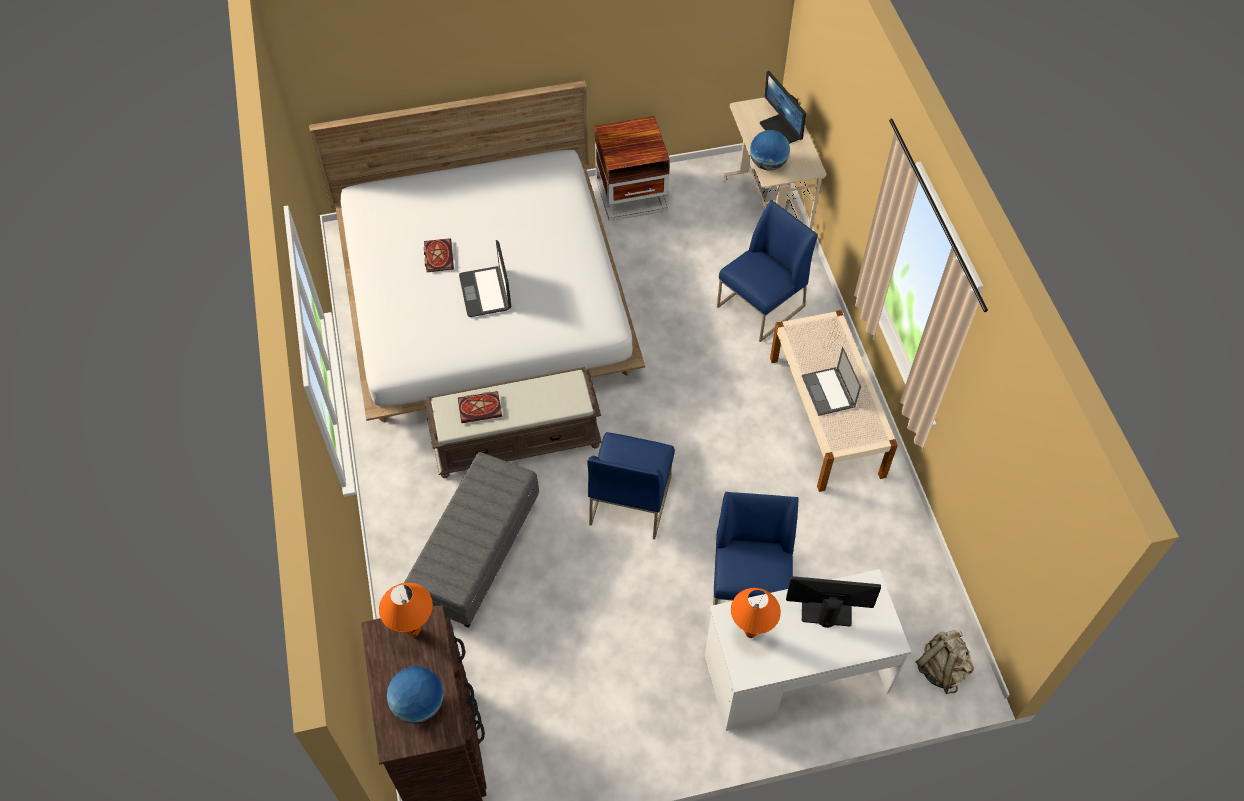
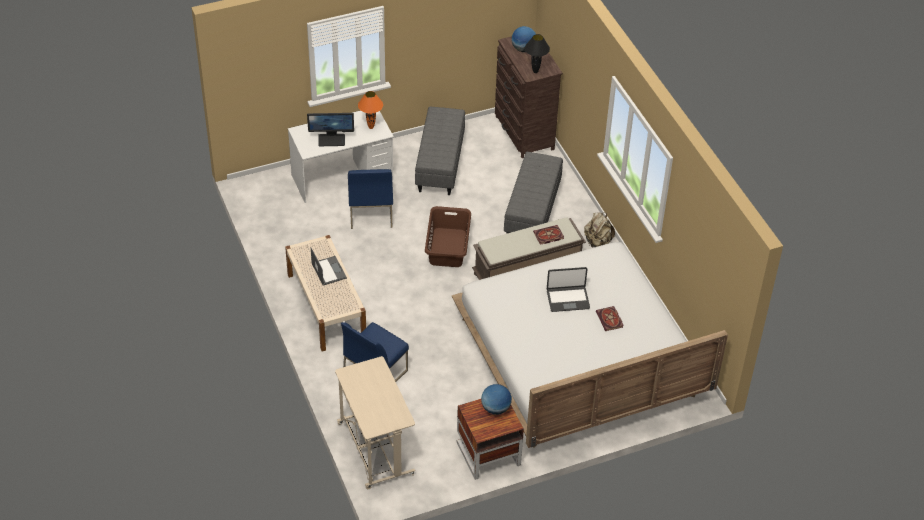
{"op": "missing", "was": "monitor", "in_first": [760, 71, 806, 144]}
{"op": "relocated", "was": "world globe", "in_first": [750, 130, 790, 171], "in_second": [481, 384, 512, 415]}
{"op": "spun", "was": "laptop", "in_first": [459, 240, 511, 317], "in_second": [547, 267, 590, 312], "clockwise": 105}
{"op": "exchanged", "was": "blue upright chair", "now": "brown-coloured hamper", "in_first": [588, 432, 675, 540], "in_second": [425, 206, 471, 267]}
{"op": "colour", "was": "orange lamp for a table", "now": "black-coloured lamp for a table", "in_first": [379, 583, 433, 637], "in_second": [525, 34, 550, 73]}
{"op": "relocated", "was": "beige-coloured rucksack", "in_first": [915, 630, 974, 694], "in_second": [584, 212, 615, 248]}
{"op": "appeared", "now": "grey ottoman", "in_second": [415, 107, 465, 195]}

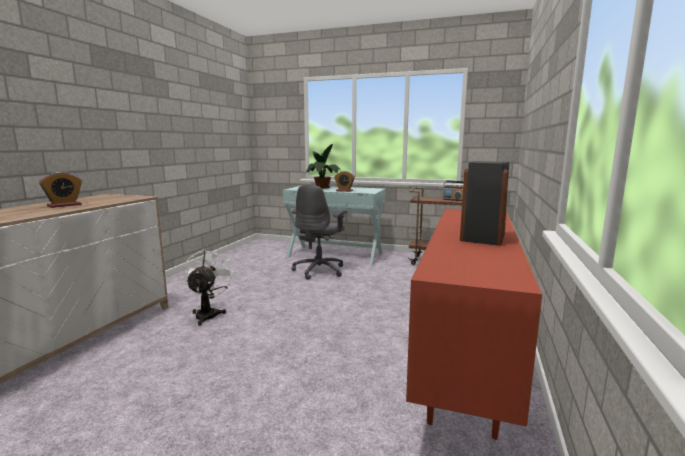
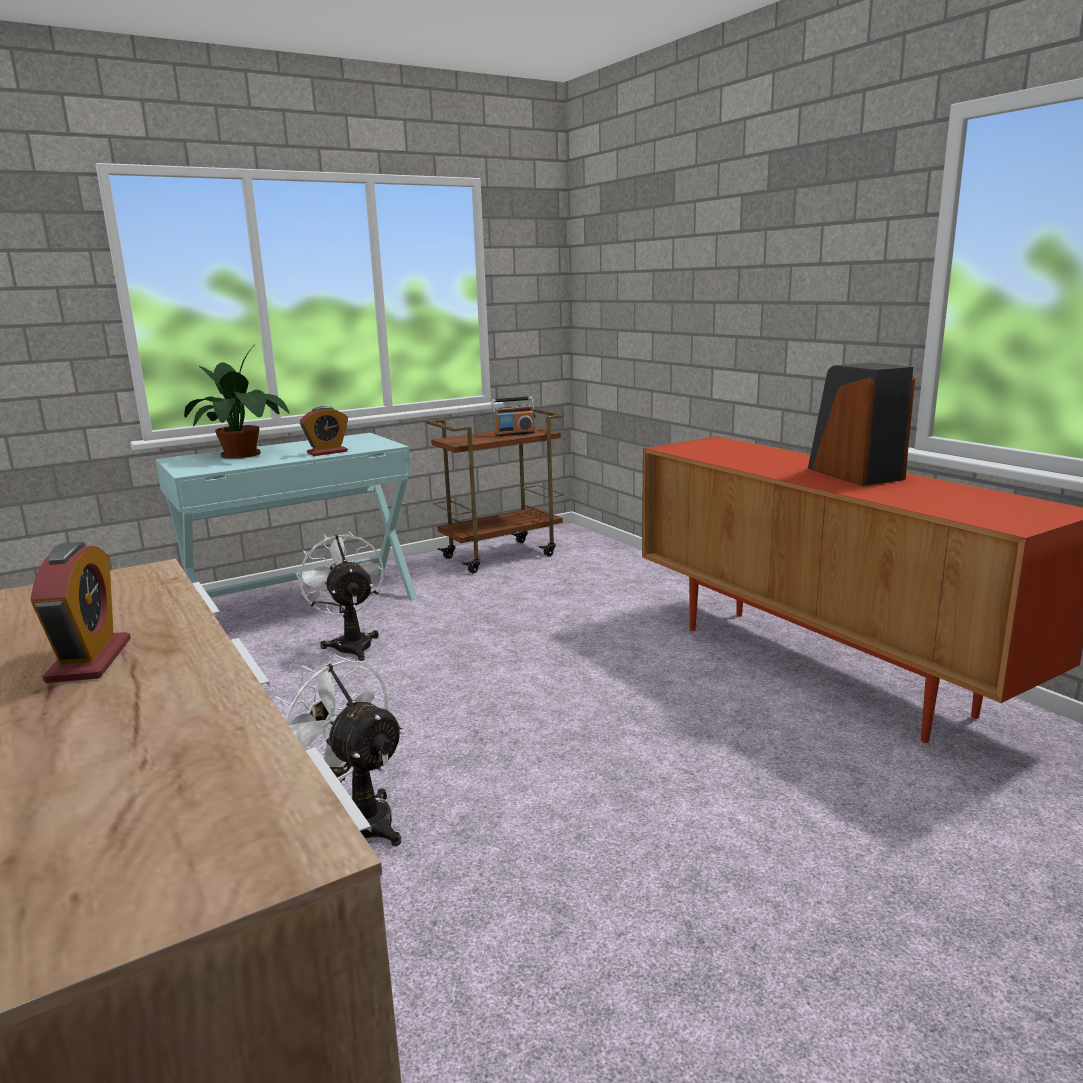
{"op": "exchanged", "was": "grey computer chair", "now": "white-coloured cooling fan", "in_first": [292, 185, 347, 280], "in_second": [297, 532, 384, 661]}

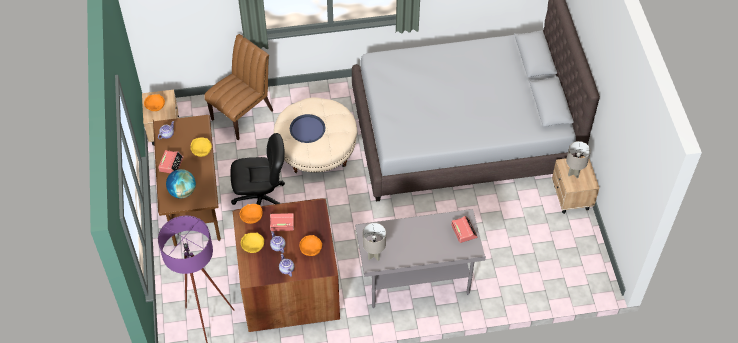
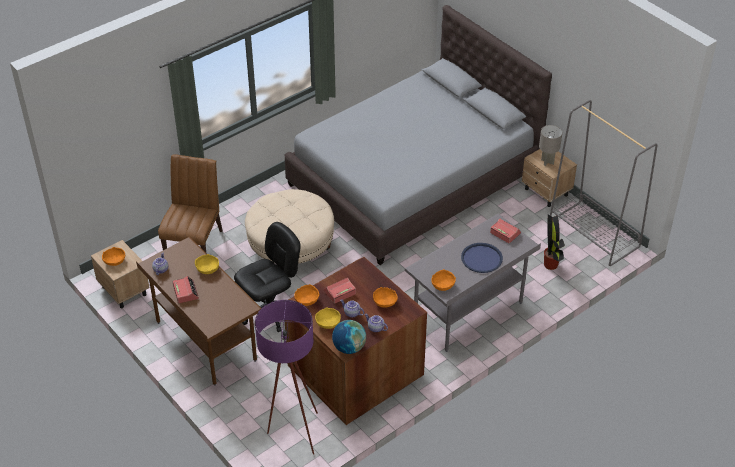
{"op": "relocated", "was": "blue serving tray", "in_first": [290, 114, 325, 143], "in_second": [461, 243, 503, 273]}
{"op": "relocated", "was": "world globe", "in_first": [166, 169, 196, 199], "in_second": [332, 320, 366, 354]}
{"op": "exchanged", "was": "grey lamp for a table", "now": "orange bowl", "in_first": [363, 223, 386, 261], "in_second": [431, 269, 456, 291]}
{"op": "appeared", "now": "grey clothes rack", "in_second": [550, 100, 658, 266]}
{"op": "appeared", "now": "plant in a pot", "in_second": [544, 215, 565, 270]}

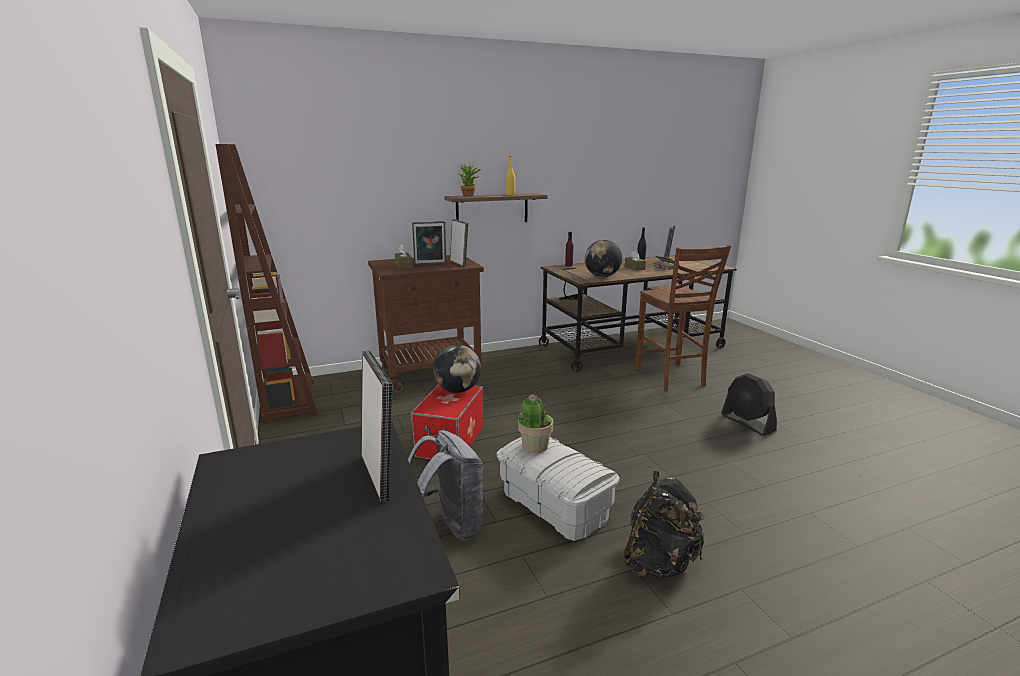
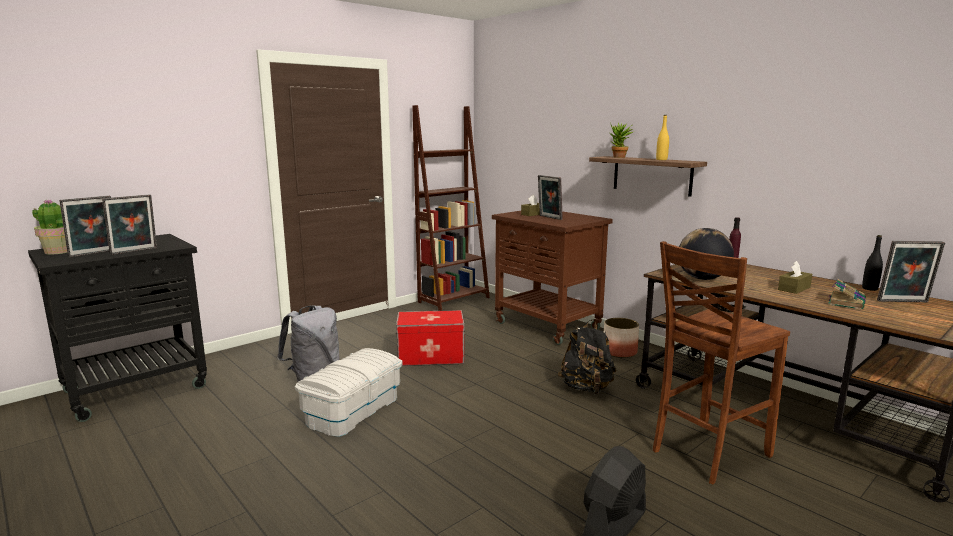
{"op": "relocated", "was": "picture frame", "in_first": [450, 219, 468, 267], "in_second": [59, 196, 111, 258]}
{"op": "missing", "was": "world globe", "in_first": [433, 345, 481, 393]}
{"op": "relocated", "was": "plant in a pot", "in_first": [518, 394, 554, 453], "in_second": [32, 199, 67, 255]}
{"op": "relocated", "was": "black-coloured rucksack", "in_first": [623, 471, 705, 578], "in_second": [558, 319, 616, 394]}
{"op": "appeared", "now": "planter", "in_second": [604, 318, 639, 358]}

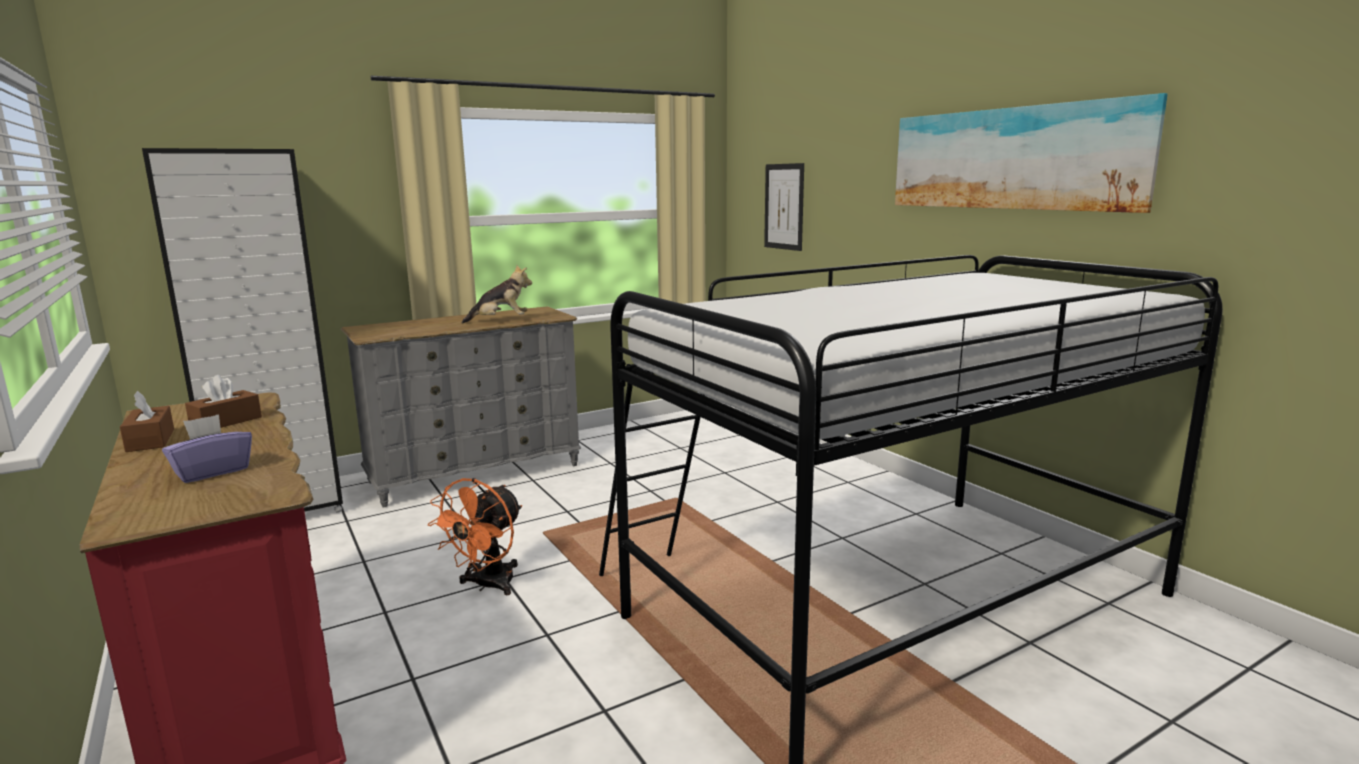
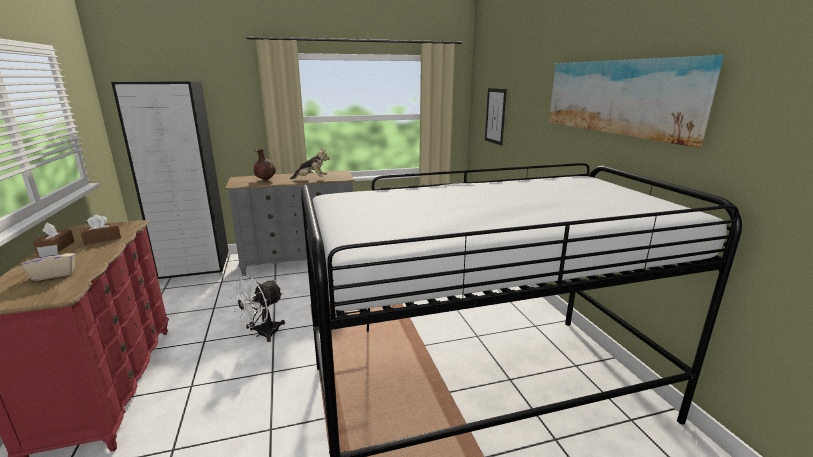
{"op": "colour", "was": "purple-coloured box of tissues", "now": "beige-coloured box of tissues", "in_first": [162, 414, 252, 483], "in_second": [21, 245, 76, 281]}
{"op": "colour", "was": "orange cooling fan", "now": "white-coloured cooling fan", "in_first": [428, 478, 522, 596], "in_second": [229, 276, 285, 342]}
{"op": "appeared", "now": "brown-coloured decorative vase", "in_second": [254, 149, 276, 180]}

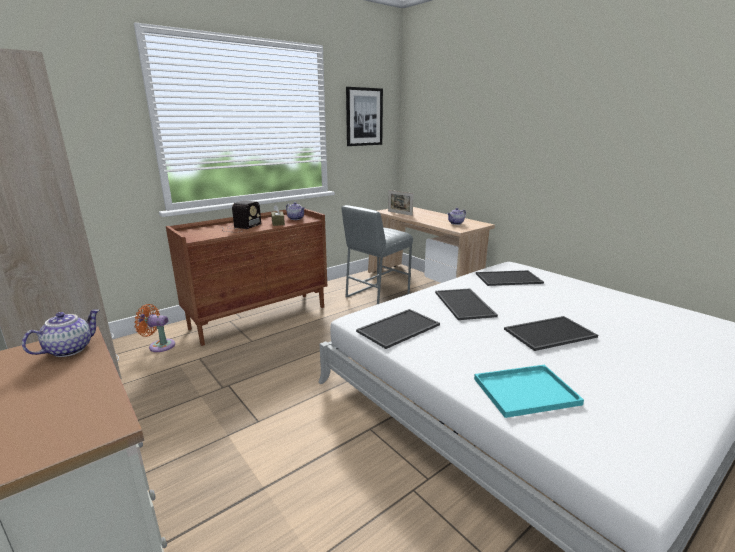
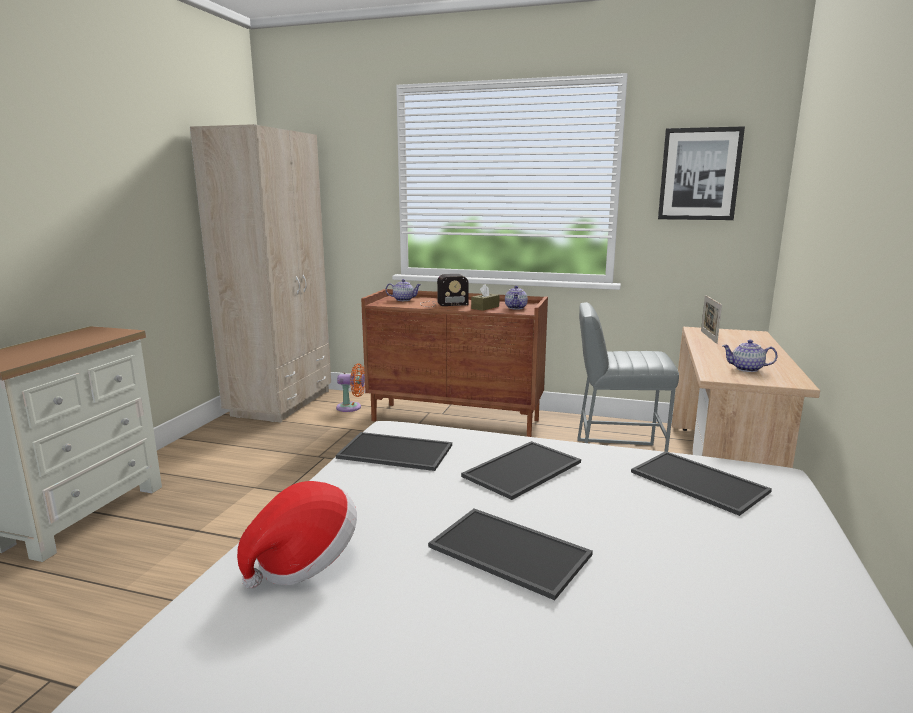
{"op": "spun", "was": "orange cooling fan", "in_first": [134, 304, 175, 352], "in_second": [336, 363, 365, 412], "clockwise": 120}
{"op": "relocated", "was": "teapot", "in_first": [22, 309, 99, 357], "in_second": [386, 279, 421, 301]}
{"op": "exchanged", "was": "blue-green serving tray", "now": "hat", "in_first": [474, 365, 584, 418], "in_second": [237, 481, 357, 589]}

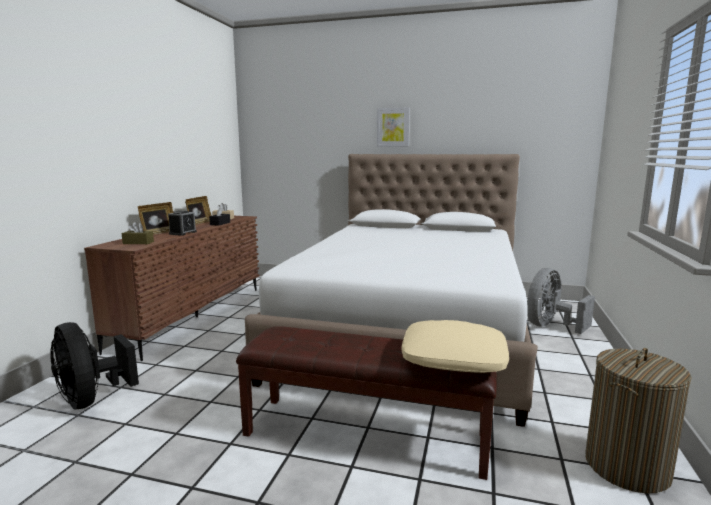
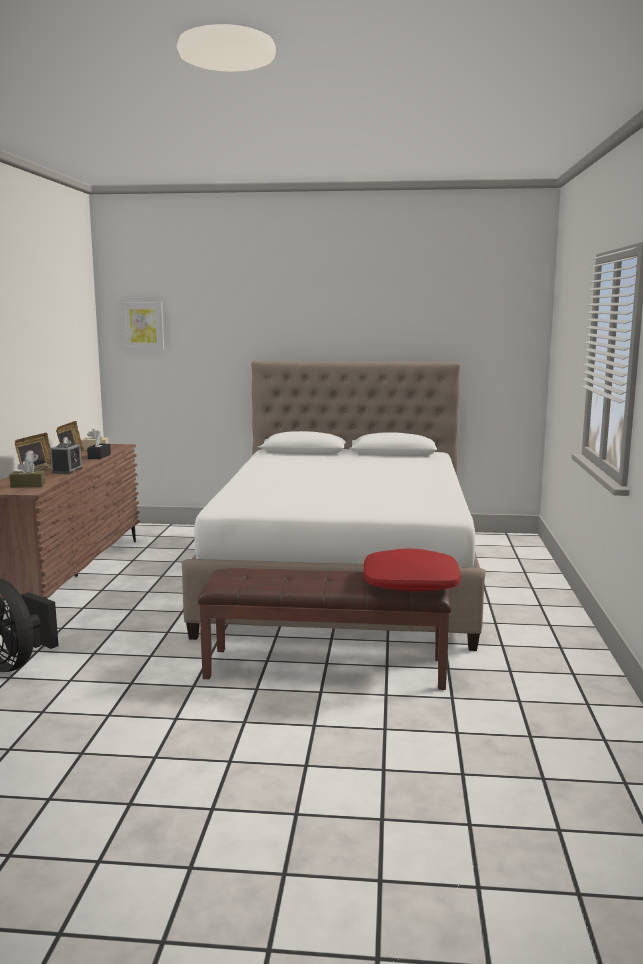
{"op": "relocated", "was": "wall art", "in_first": [377, 108, 410, 147], "in_second": [122, 302, 164, 349]}
{"op": "missing", "was": "grey cooling fan", "in_first": [527, 268, 595, 334]}
{"op": "colour", "was": "beige-coloured cushion", "now": "reddish cushion", "in_first": [401, 320, 509, 373], "in_second": [364, 548, 461, 592]}
{"op": "missing", "was": "hamper", "in_first": [585, 348, 692, 493]}

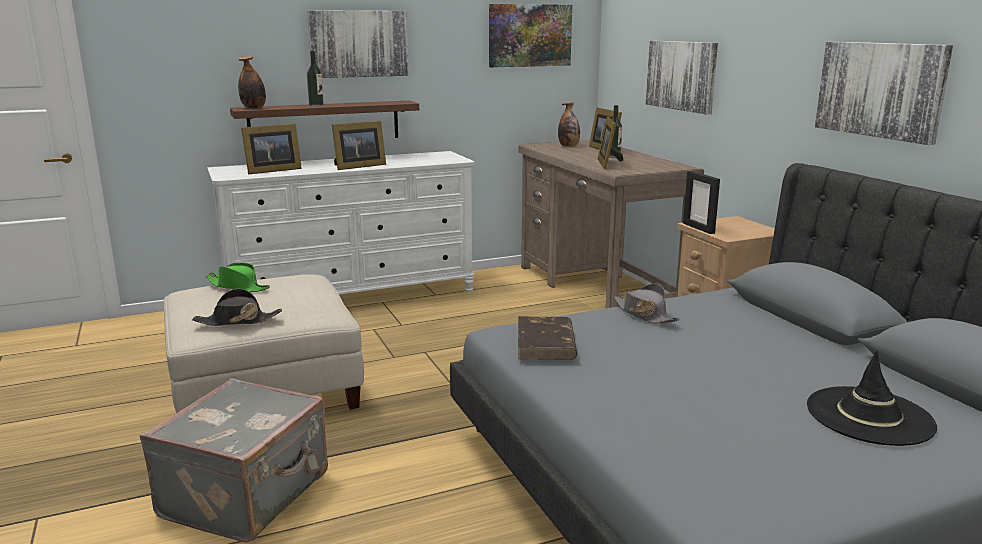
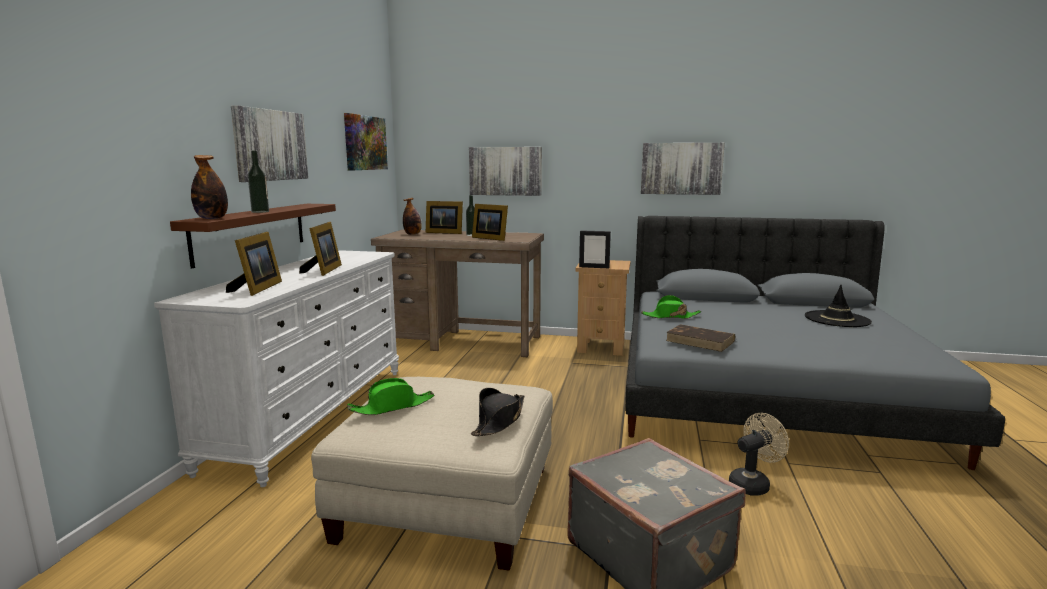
{"op": "colour", "was": "grey hat", "now": "green hat", "in_first": [614, 283, 680, 324], "in_second": [641, 295, 701, 319]}
{"op": "appeared", "now": "beige-coloured cooling fan", "in_second": [729, 413, 789, 496]}

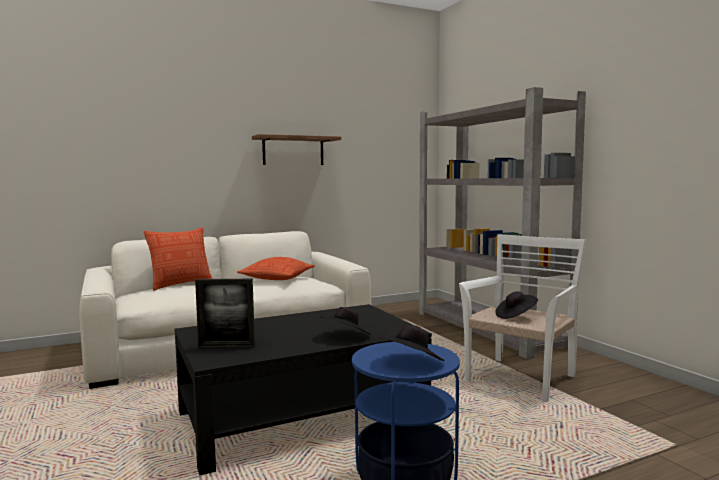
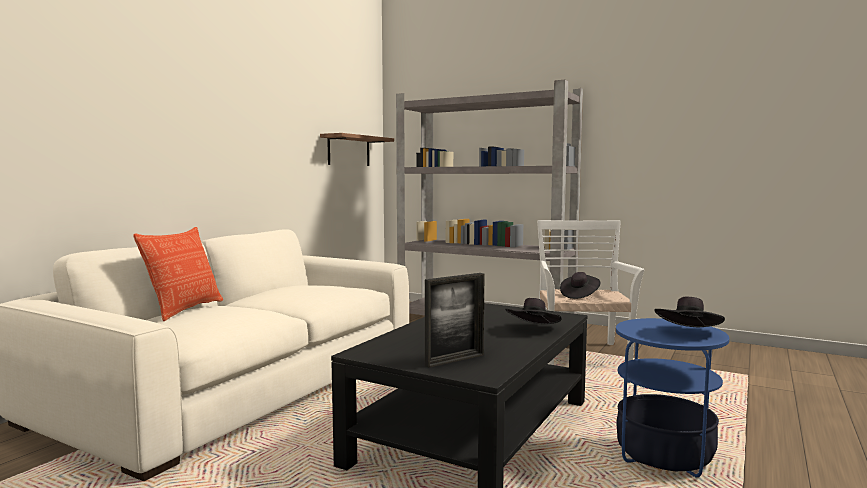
{"op": "relocated", "was": "bracket shelf", "in_first": [252, 134, 341, 165], "in_second": [320, 133, 394, 166]}
{"op": "missing", "was": "orange cushion", "in_first": [237, 257, 315, 280]}

